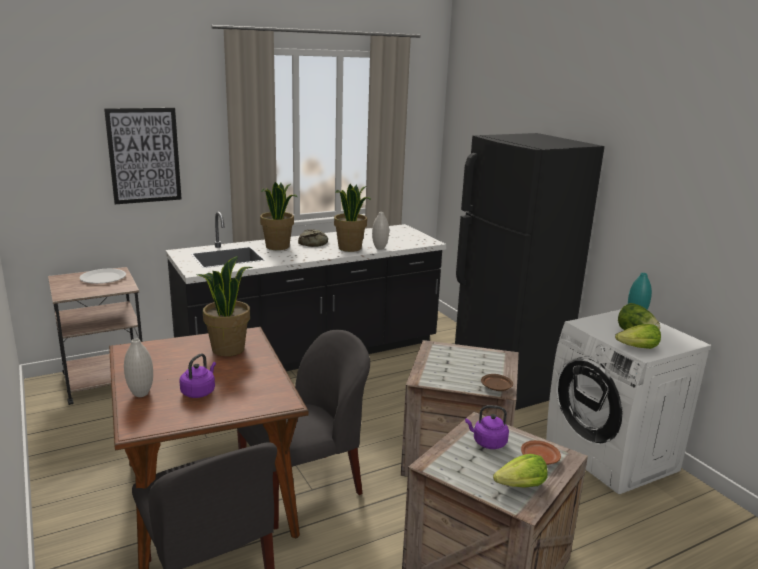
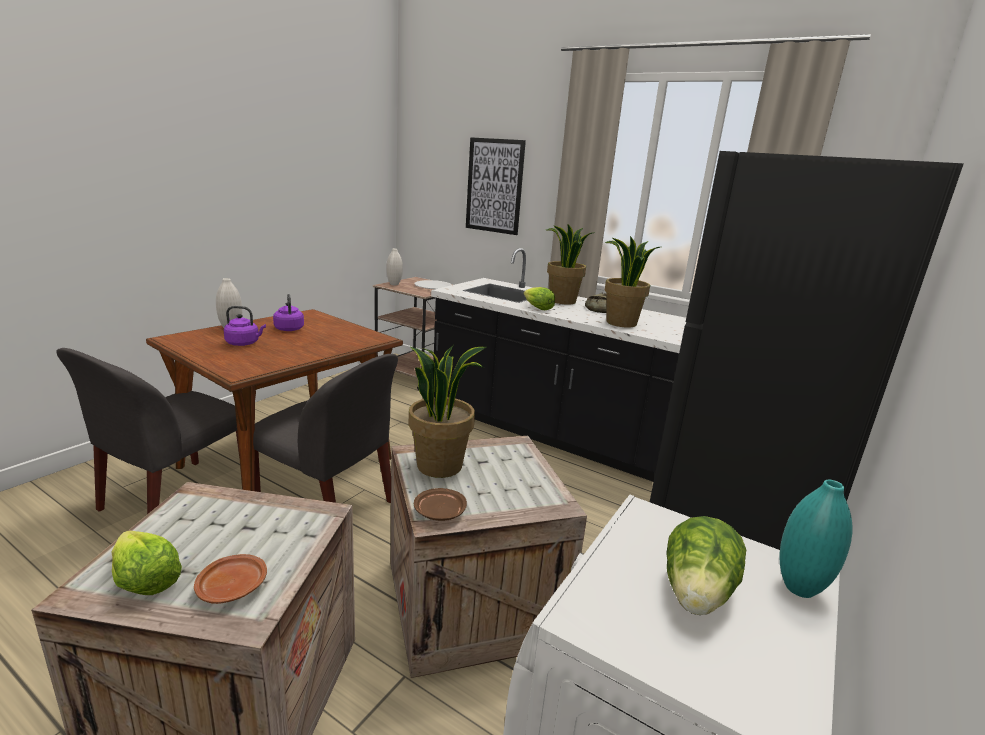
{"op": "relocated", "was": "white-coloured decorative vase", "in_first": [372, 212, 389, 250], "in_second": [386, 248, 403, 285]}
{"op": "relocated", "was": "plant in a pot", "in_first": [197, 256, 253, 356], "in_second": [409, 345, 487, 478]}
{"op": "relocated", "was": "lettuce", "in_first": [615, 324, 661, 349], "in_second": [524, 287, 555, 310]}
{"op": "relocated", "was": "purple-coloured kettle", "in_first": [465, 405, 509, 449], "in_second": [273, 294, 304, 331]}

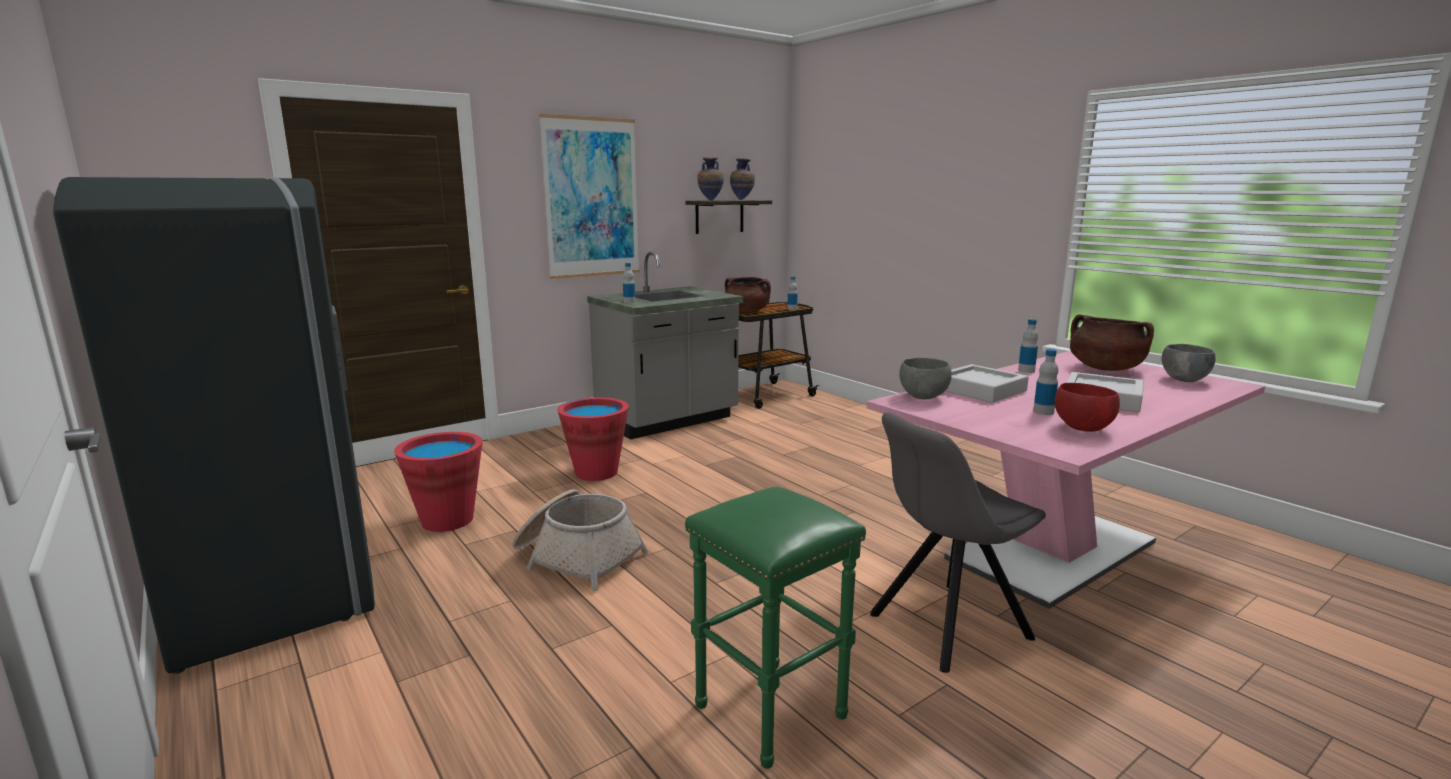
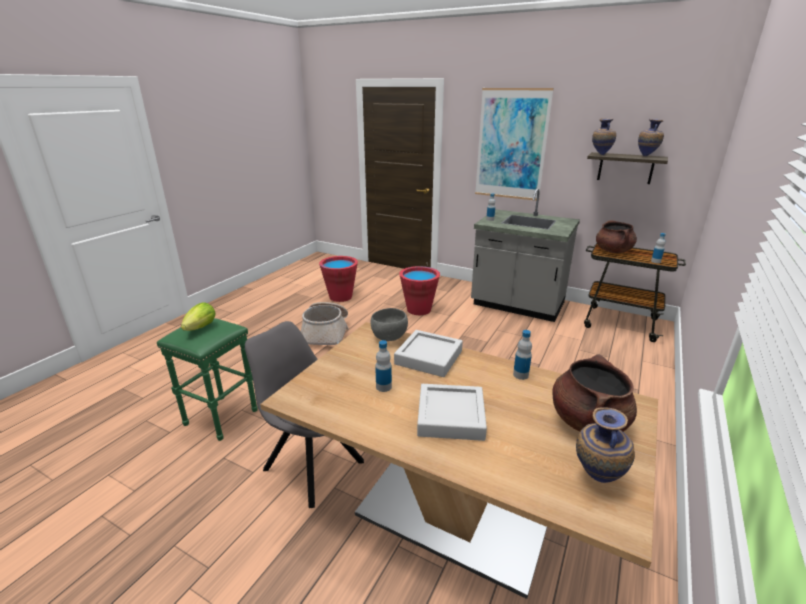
{"op": "missing", "was": "grey kitchen fridge", "in_first": [53, 177, 375, 674]}
{"op": "exchanged", "was": "grey bowl", "now": "decorative vase", "in_first": [1162, 344, 1216, 382], "in_second": [576, 407, 635, 483]}
{"op": "colour", "was": "pink-coloured dinner table", "now": "brown-coloured dinner table", "in_first": [867, 351, 1265, 609], "in_second": [260, 322, 658, 599]}
{"op": "missing", "was": "reddish bowl", "in_first": [1055, 383, 1120, 432]}
{"op": "appeared", "now": "lettuce", "in_second": [181, 302, 216, 331]}

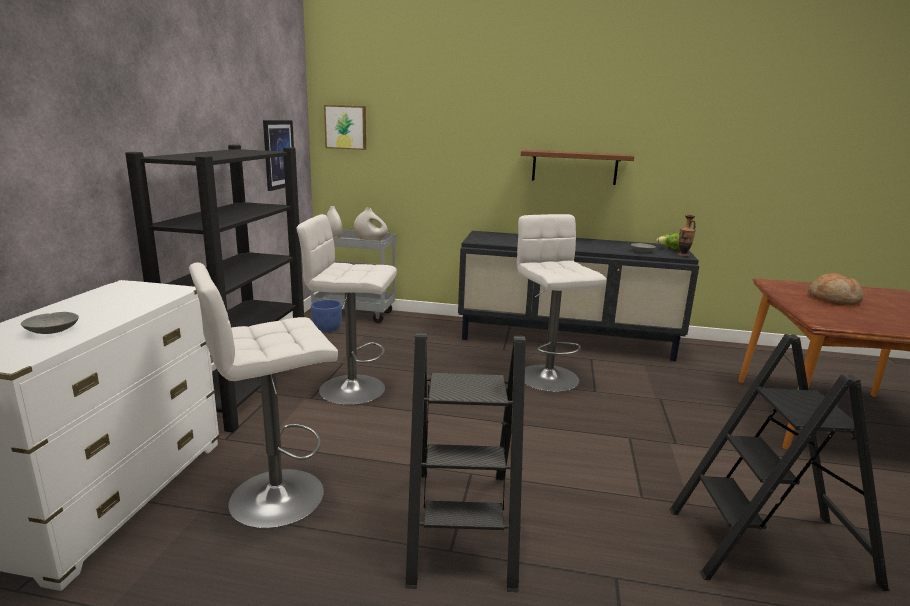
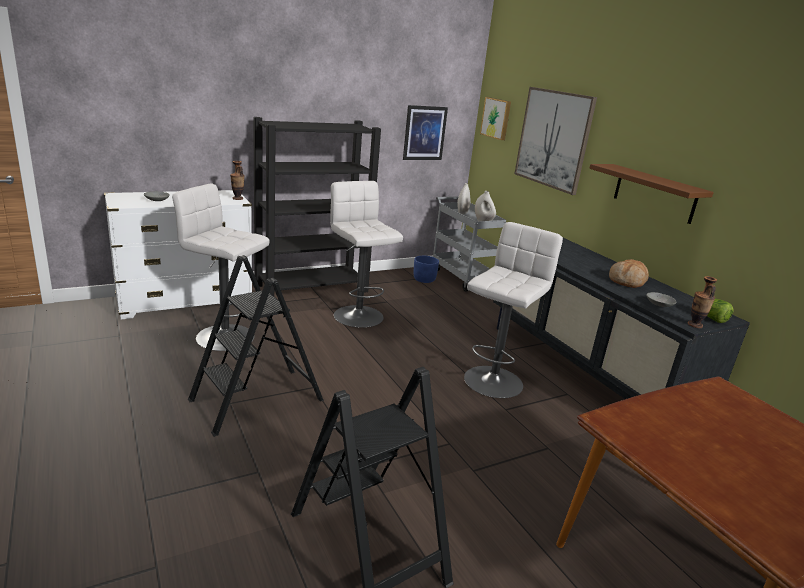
{"op": "relocated", "was": "baked bread", "in_first": [808, 273, 864, 305], "in_second": [609, 259, 649, 288]}
{"op": "appeared", "now": "wall art", "in_second": [514, 87, 597, 195]}
{"op": "appeared", "now": "decorative vase", "in_second": [230, 161, 245, 200]}

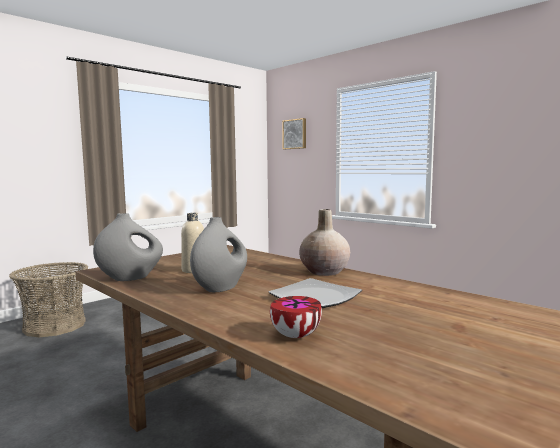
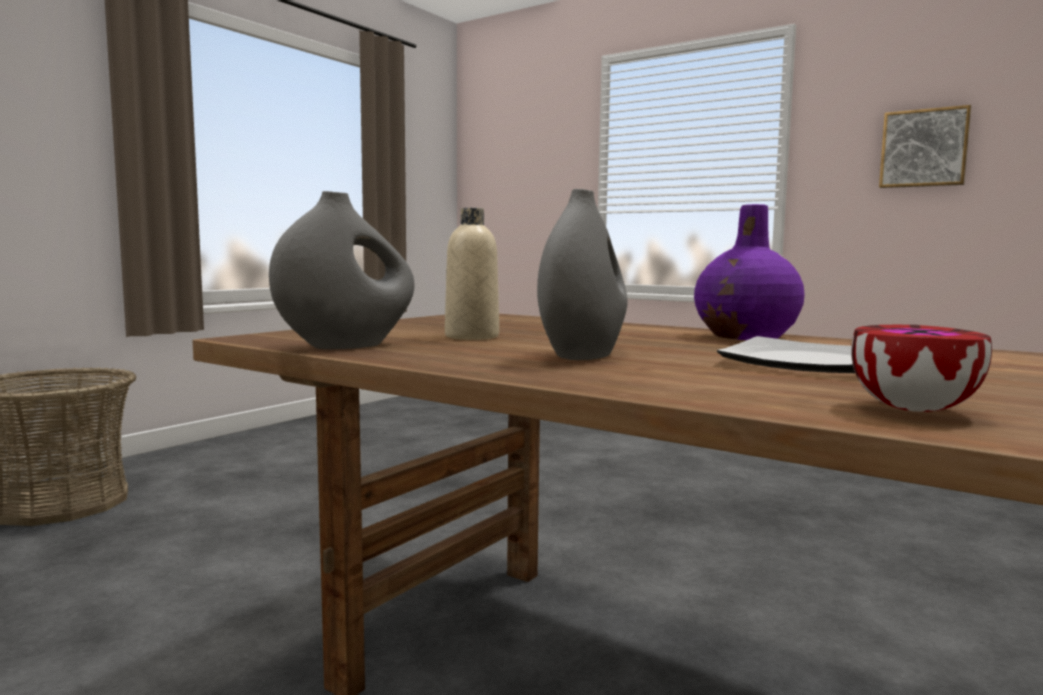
{"op": "relocated", "was": "wall art", "in_first": [282, 118, 306, 149], "in_second": [879, 105, 971, 188]}
{"op": "colour", "was": "beige-coloured decorative vase", "now": "purple-coloured decorative vase", "in_first": [299, 209, 350, 276], "in_second": [694, 204, 805, 340]}

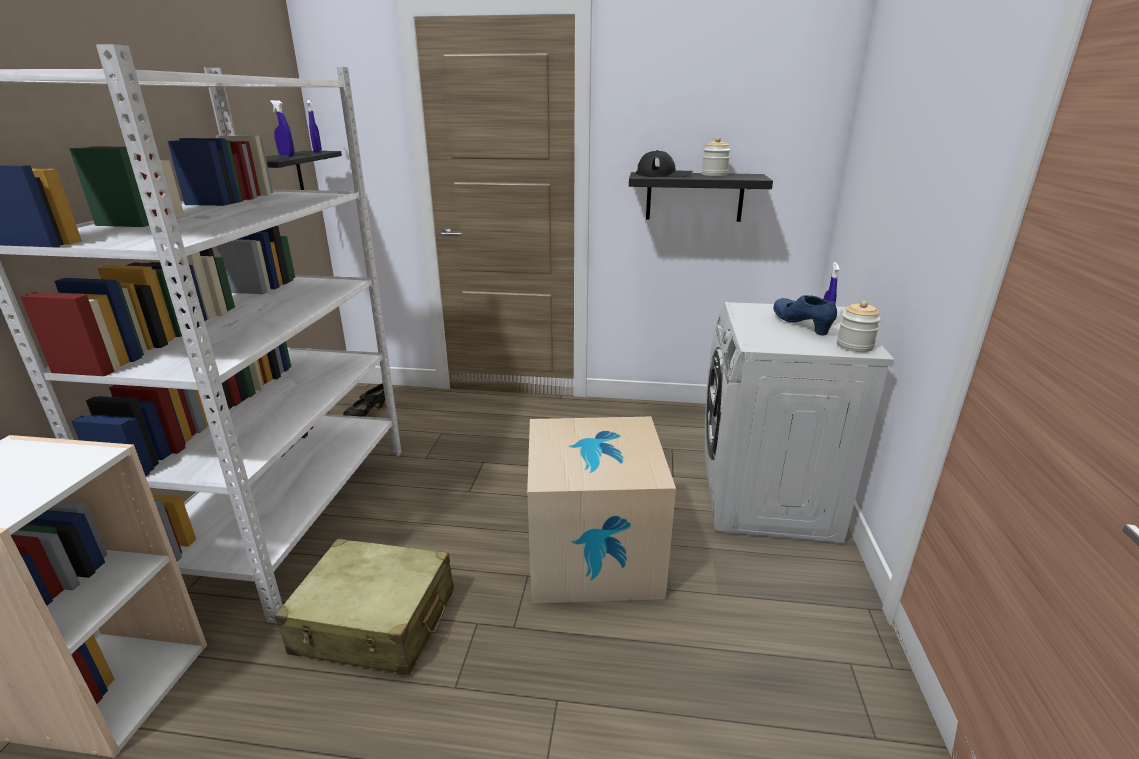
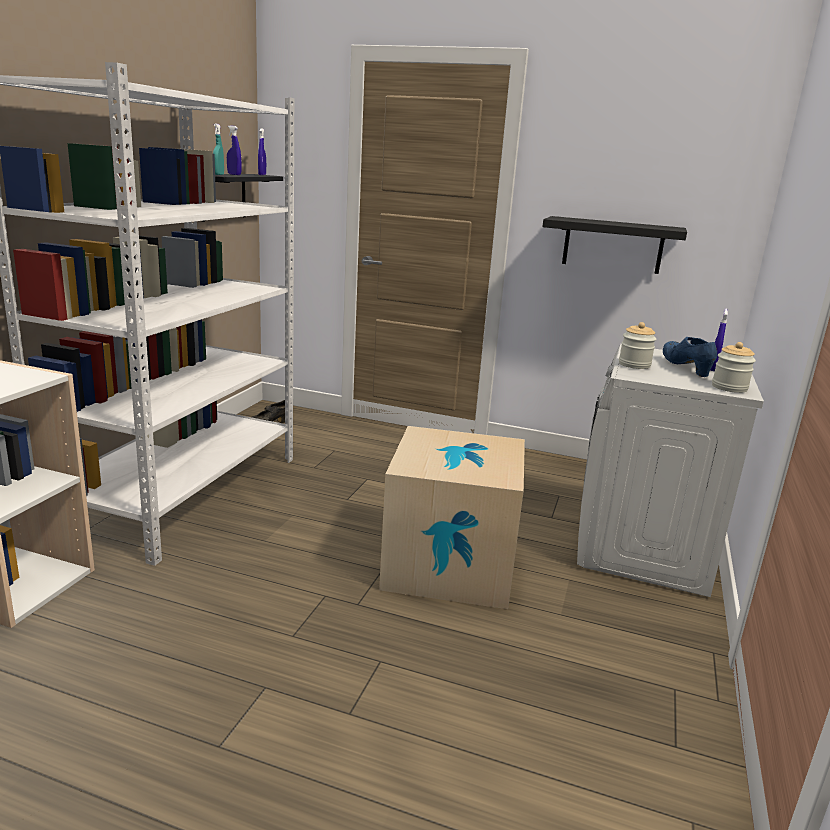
{"op": "relocated", "was": "jar", "in_first": [702, 137, 731, 176], "in_second": [619, 322, 656, 369]}
{"op": "missing", "was": "black-coloured peaked cap", "in_first": [636, 150, 693, 177]}
{"op": "missing", "was": "beige-coloured travel case", "in_first": [274, 539, 454, 675]}
{"op": "appeared", "now": "blue-green hand sprayer", "in_second": [213, 123, 224, 175]}

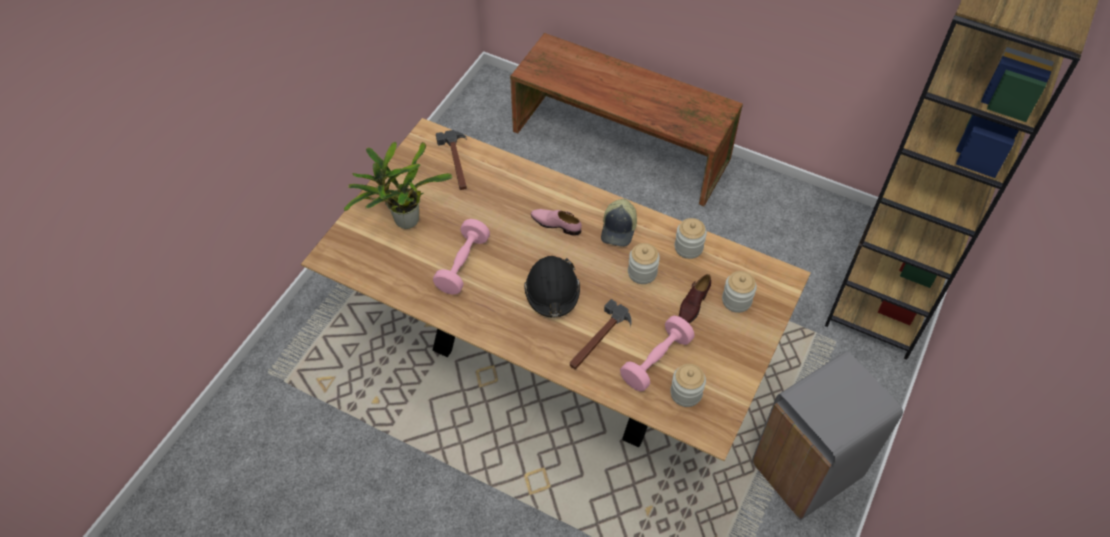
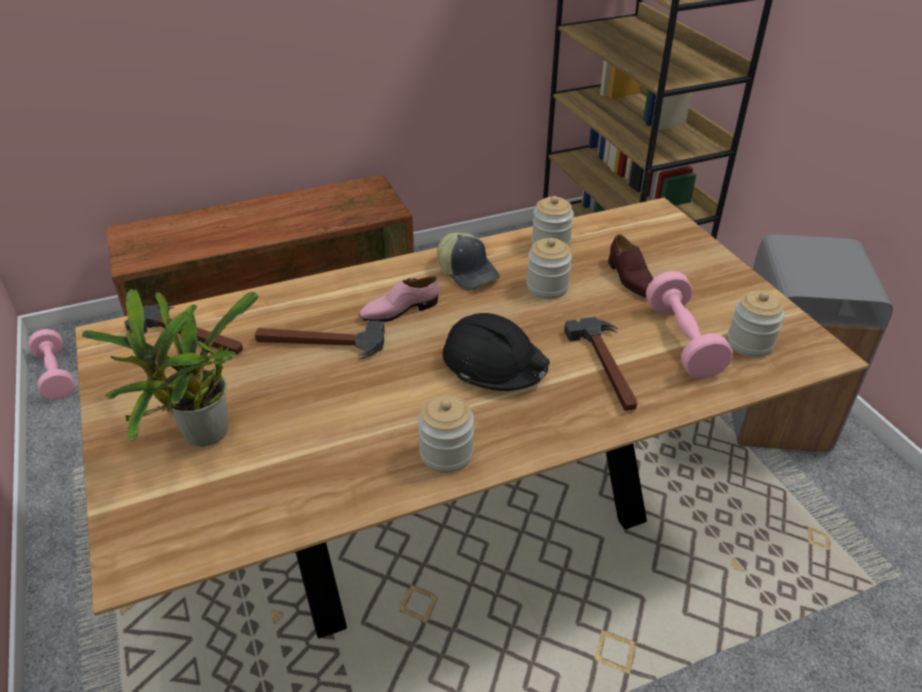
{"op": "relocated", "was": "pink-coloured hand weight", "in_first": [433, 219, 490, 295], "in_second": [28, 329, 75, 400]}
{"op": "relocated", "was": "jar", "in_first": [722, 271, 757, 313], "in_second": [418, 395, 474, 473]}
{"op": "appeared", "now": "hand hammer", "in_second": [255, 321, 385, 359]}

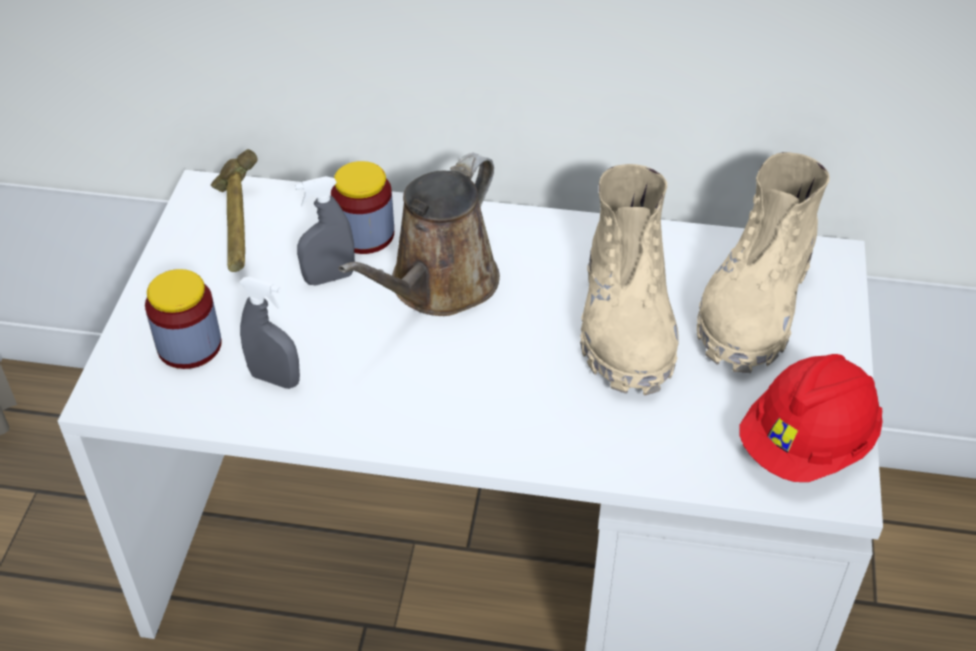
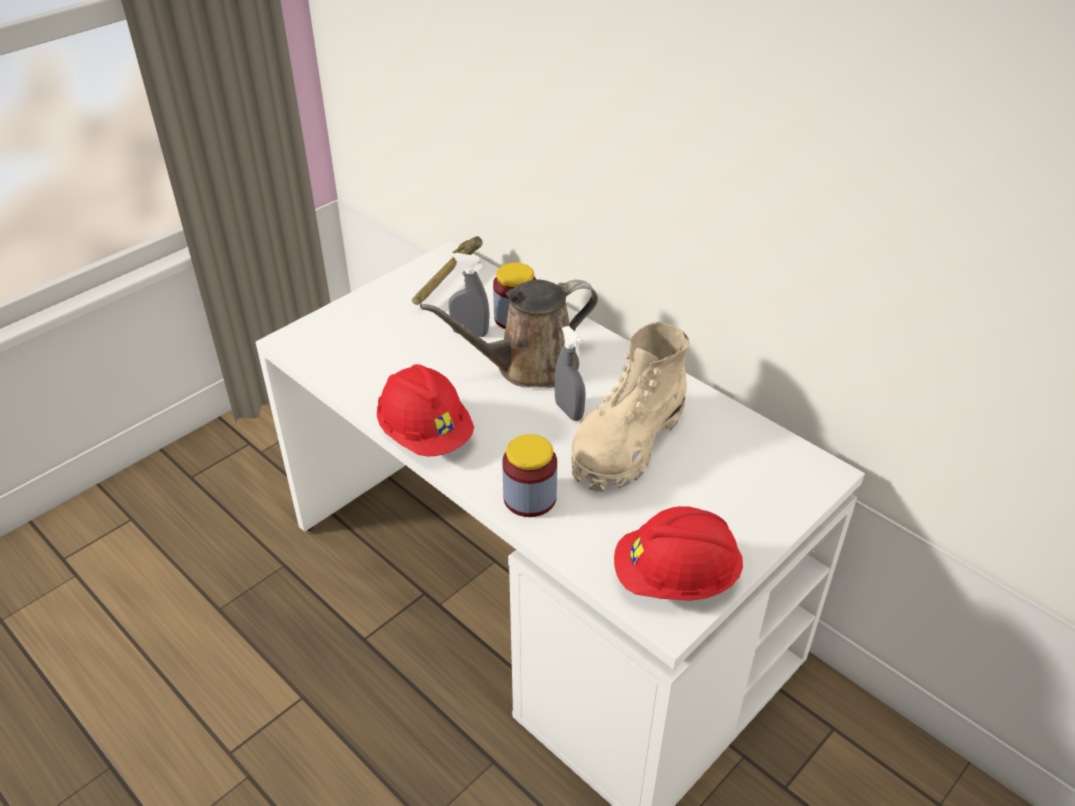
{"op": "missing", "was": "beige-coloured tall boot", "in_first": [697, 152, 830, 373]}
{"op": "relocated", "was": "jar", "in_first": [145, 269, 222, 369], "in_second": [502, 434, 557, 517]}
{"op": "relocated", "was": "grey hand sprayer", "in_first": [239, 277, 300, 389], "in_second": [555, 326, 586, 421]}
{"op": "appeared", "now": "reddish hard hat", "in_second": [377, 364, 474, 456]}

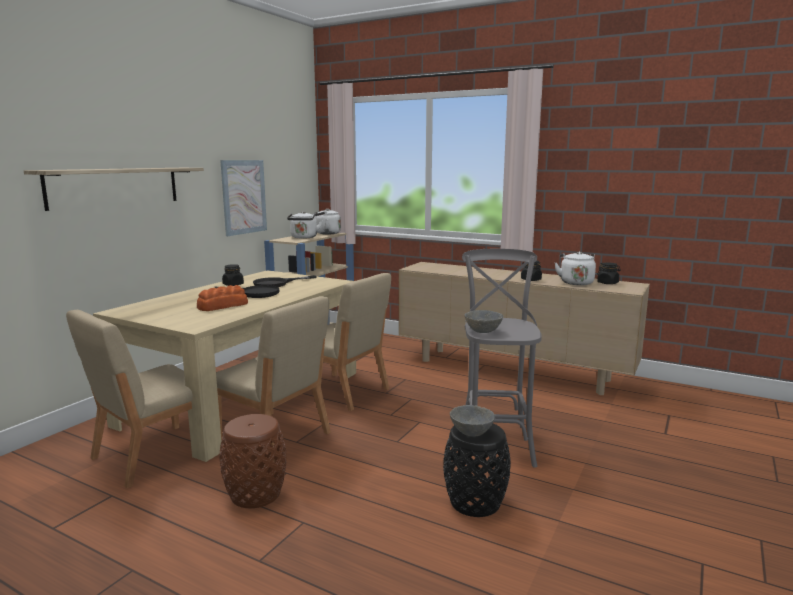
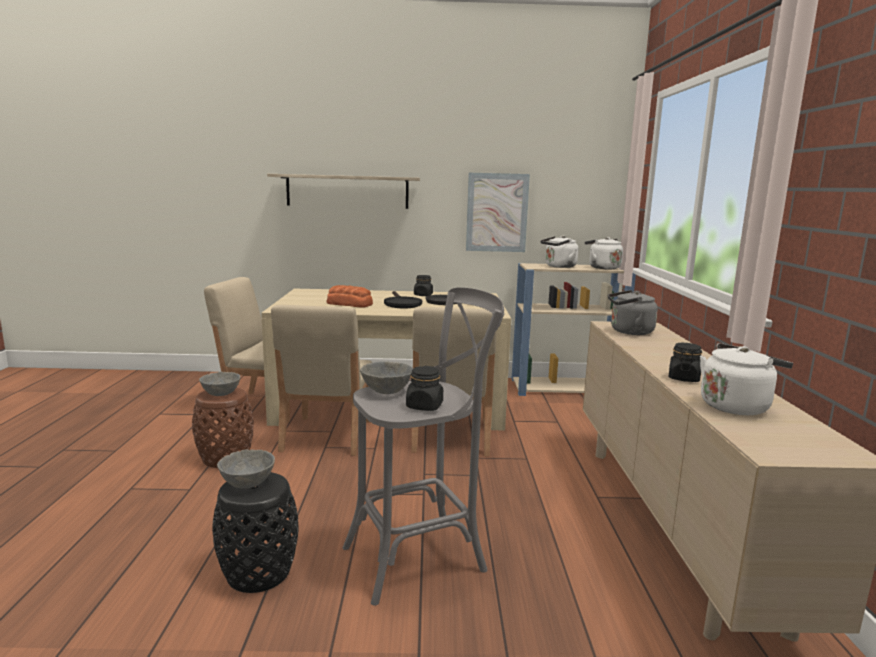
{"op": "relocated", "was": "black-coloured jar", "in_first": [597, 262, 621, 284], "in_second": [406, 366, 443, 411]}
{"op": "appeared", "now": "grey kettle", "in_second": [608, 290, 658, 335]}
{"op": "appeared", "now": "grey bowl", "in_second": [199, 372, 240, 396]}

